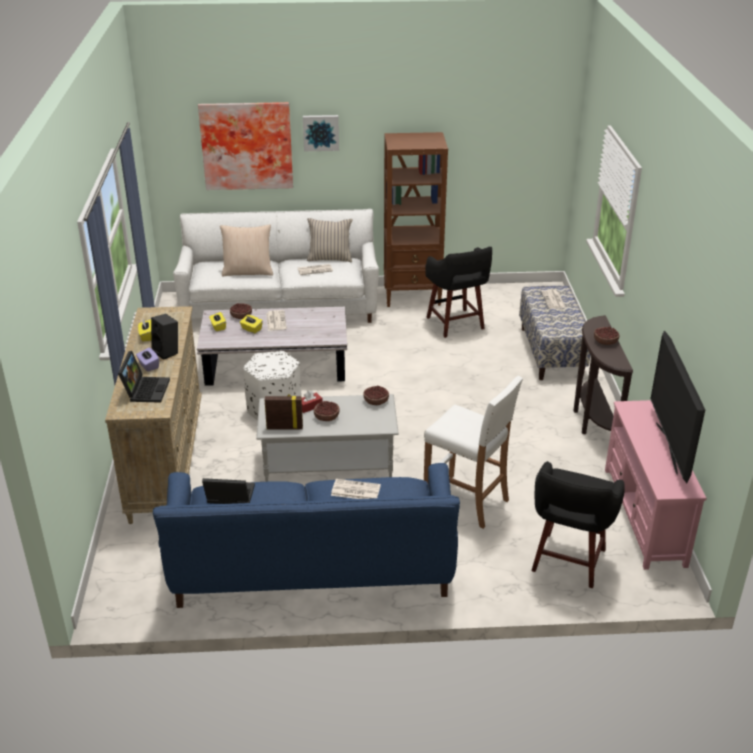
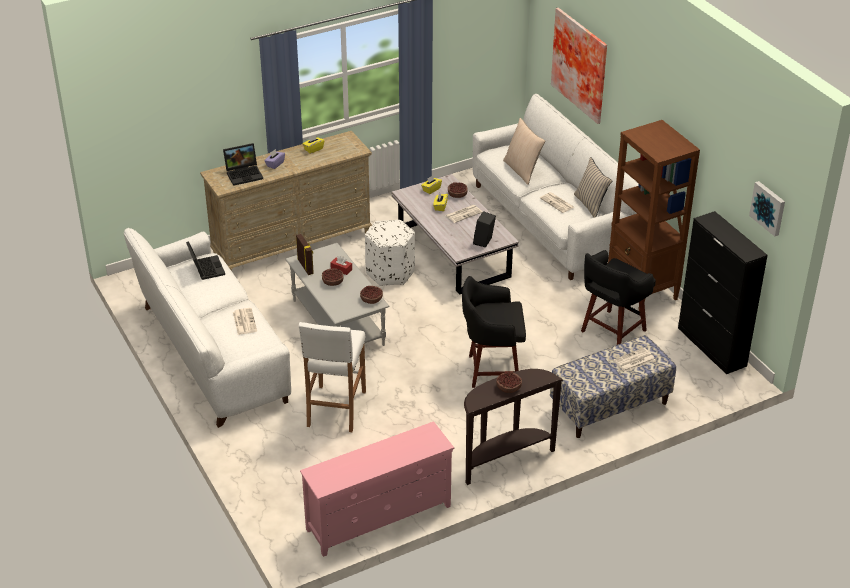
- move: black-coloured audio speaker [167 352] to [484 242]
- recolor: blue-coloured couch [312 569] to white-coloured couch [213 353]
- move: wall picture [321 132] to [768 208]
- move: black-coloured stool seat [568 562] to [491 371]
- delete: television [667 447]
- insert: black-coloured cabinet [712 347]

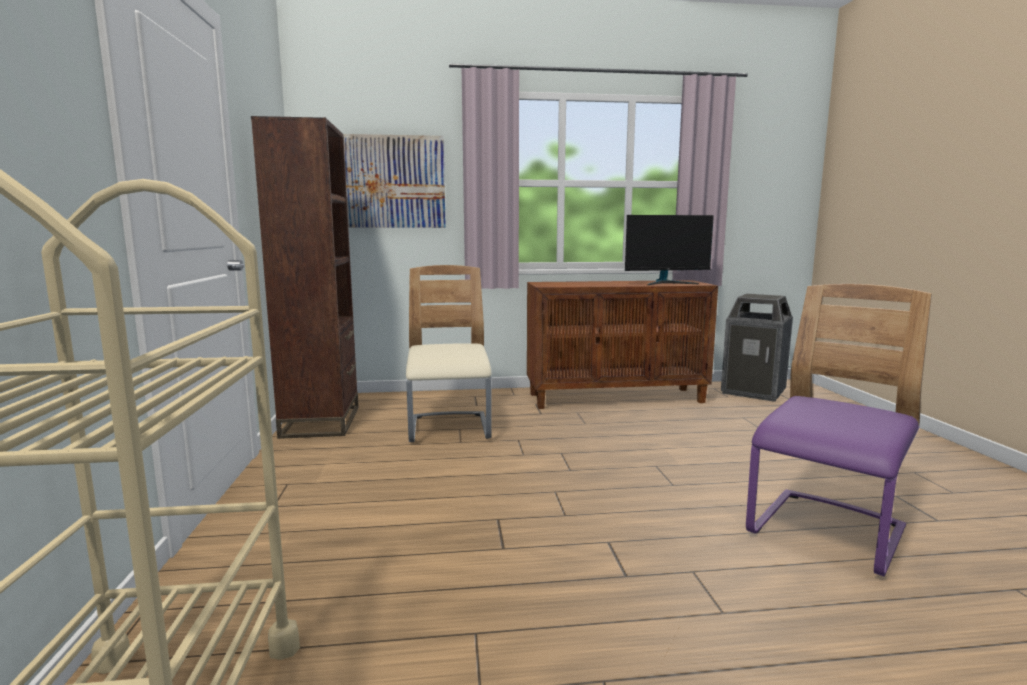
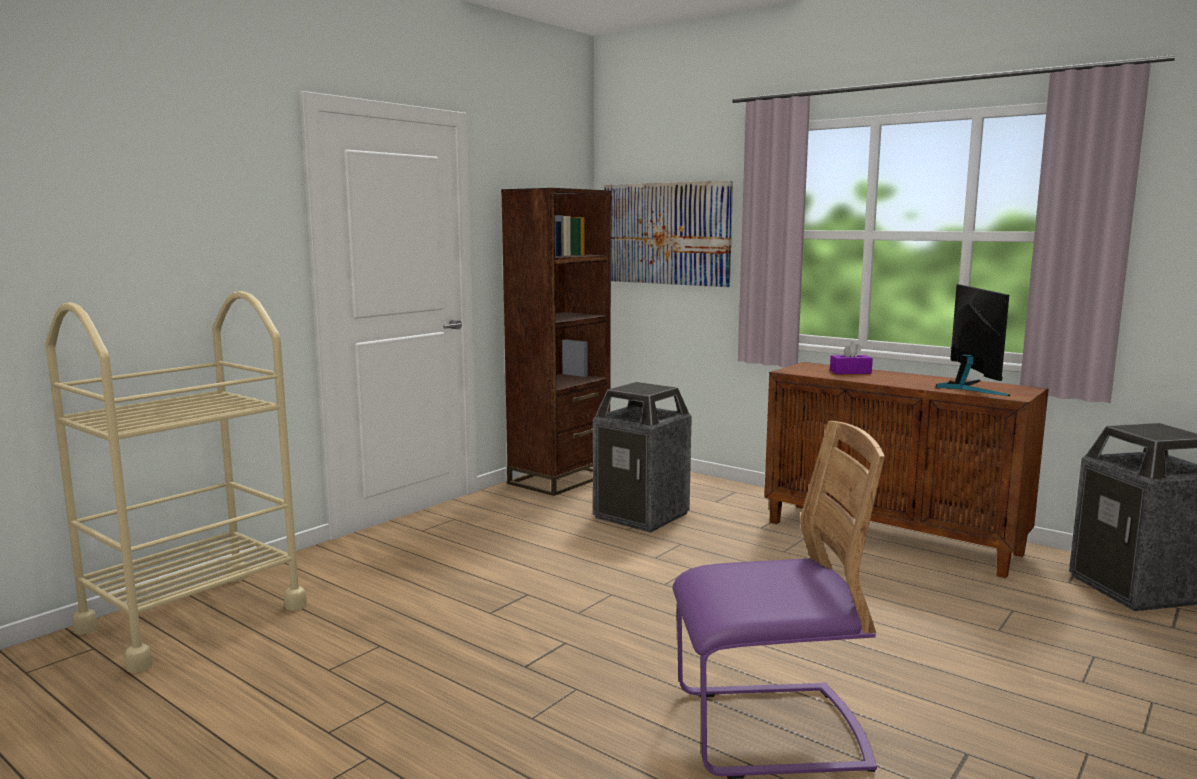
- replace: beige upright chair [449 429] to trash can [642 516]
- rotate: computer display [666 283] = [968 387] 120 degrees counterclockwise
- insert: purple-coloured tissue box [850 372]

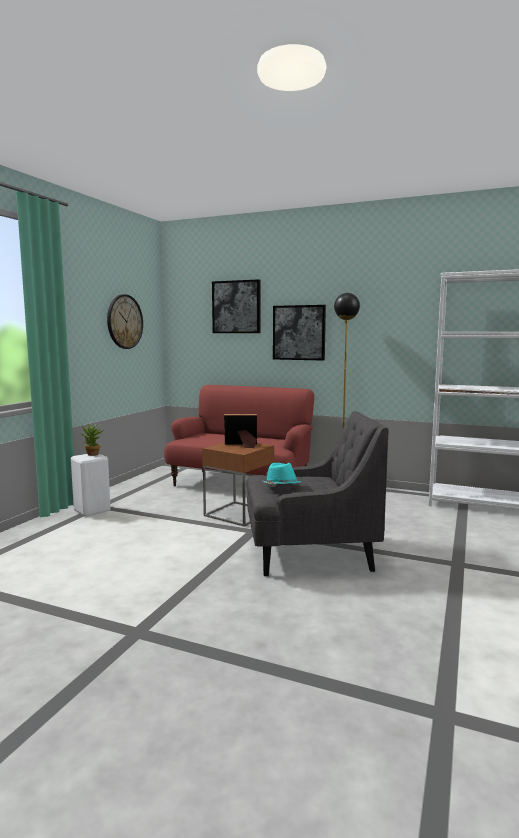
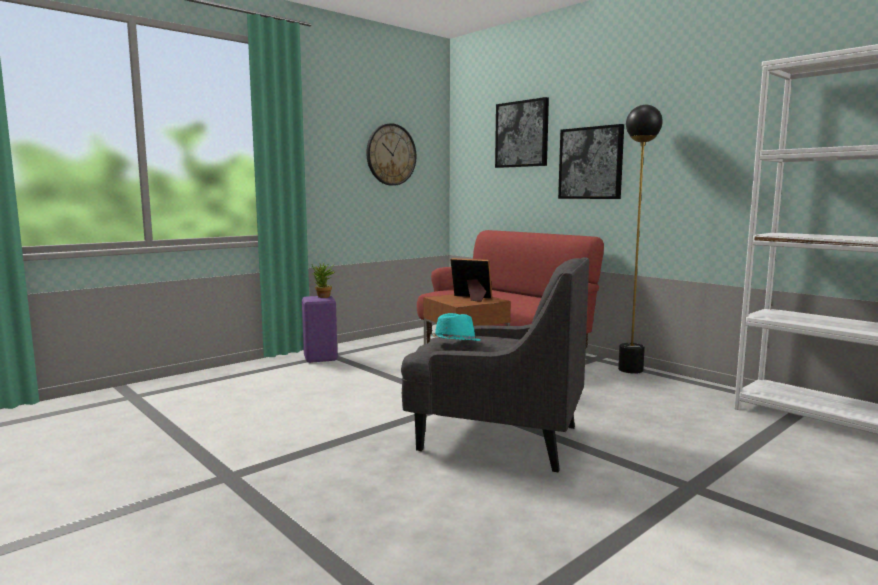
- recolor: white-coloured stool seat [91 510] to purple-coloured stool seat [319 358]

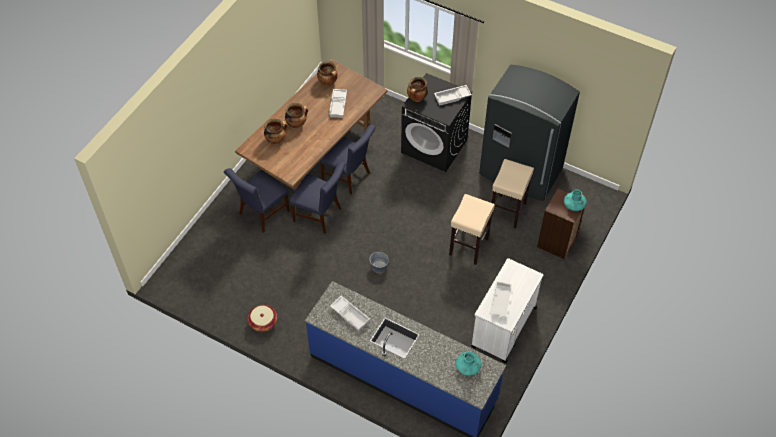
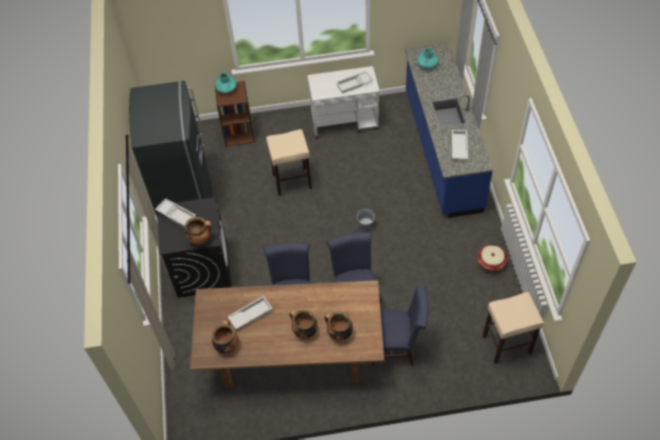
- move: beige stool seat [507 211] to [506 344]

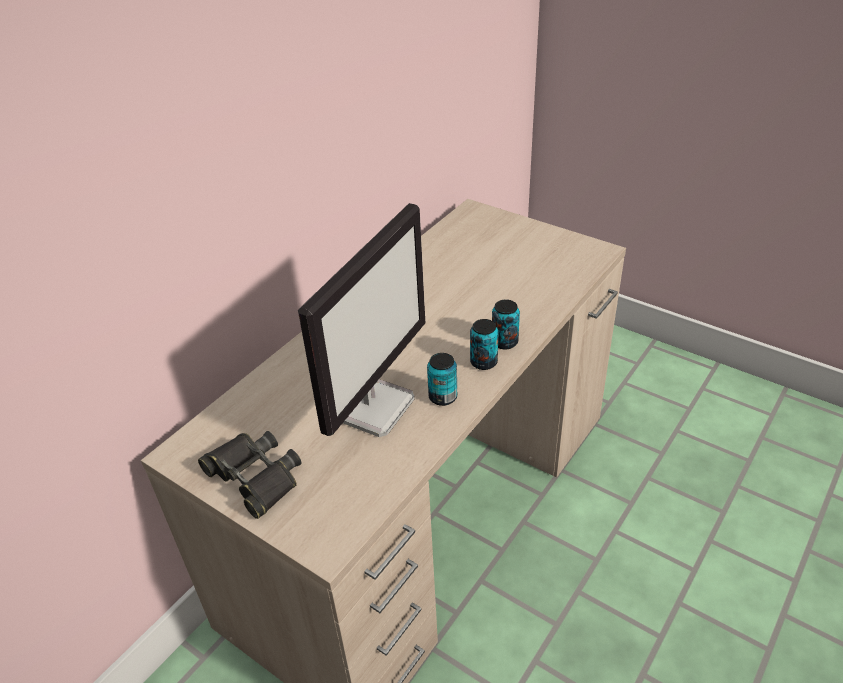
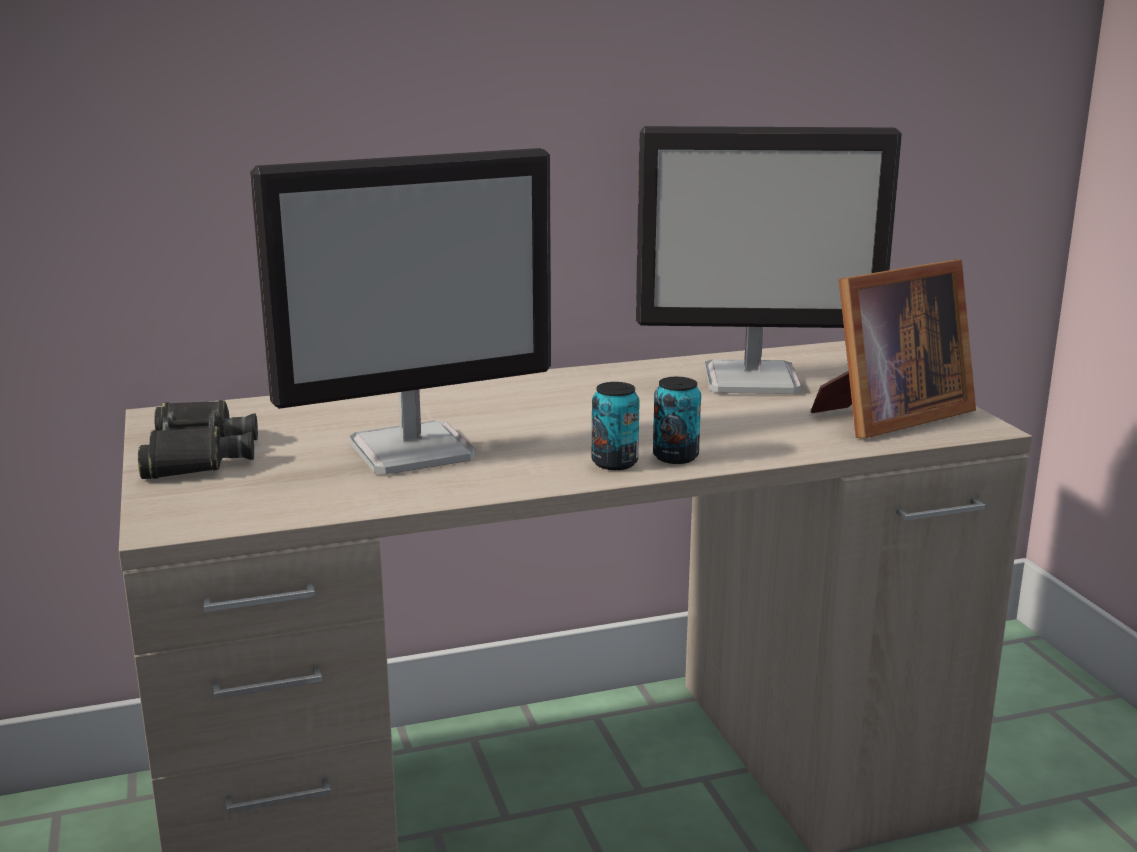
- delete: can [443 397]
- insert: computer display [753 380]
- insert: standing frame [887 417]

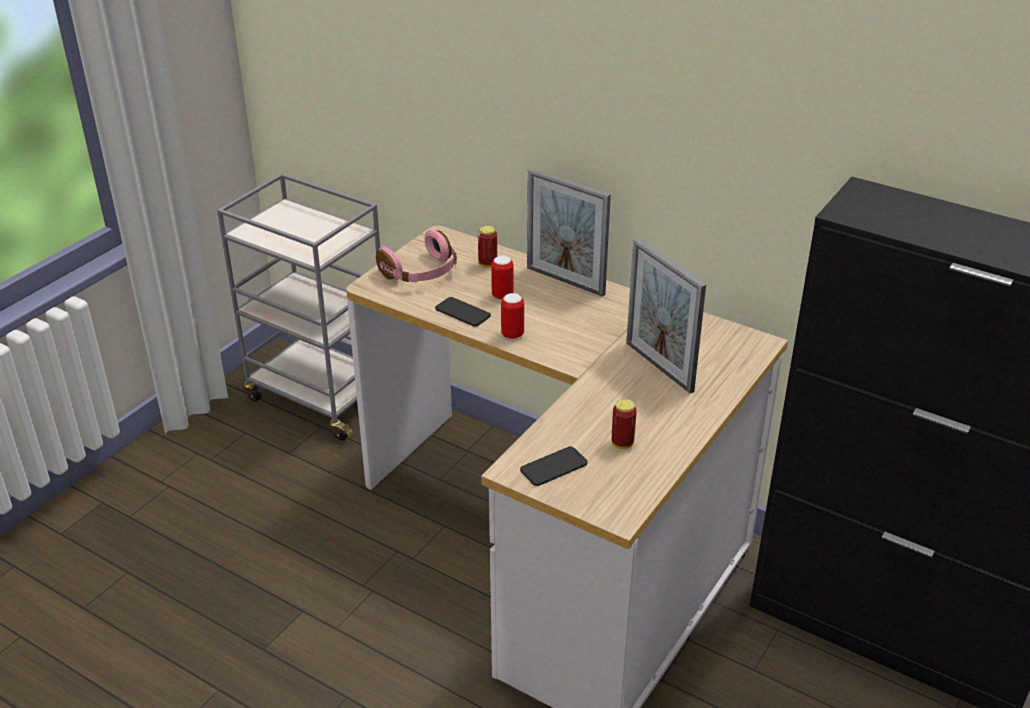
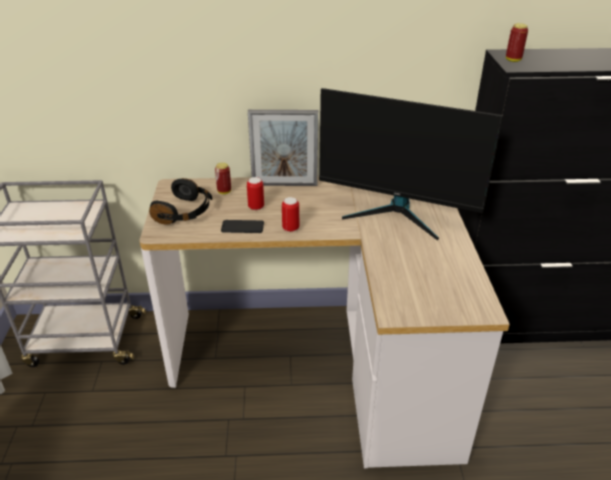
- recolor: pink-coloured pair of headphones [421 273] to black-coloured pair of headphones [185 212]
- delete: handset [553 467]
- move: can [622 443] to [513 60]
- replace: standing frame [659 367] to computer display [397 213]

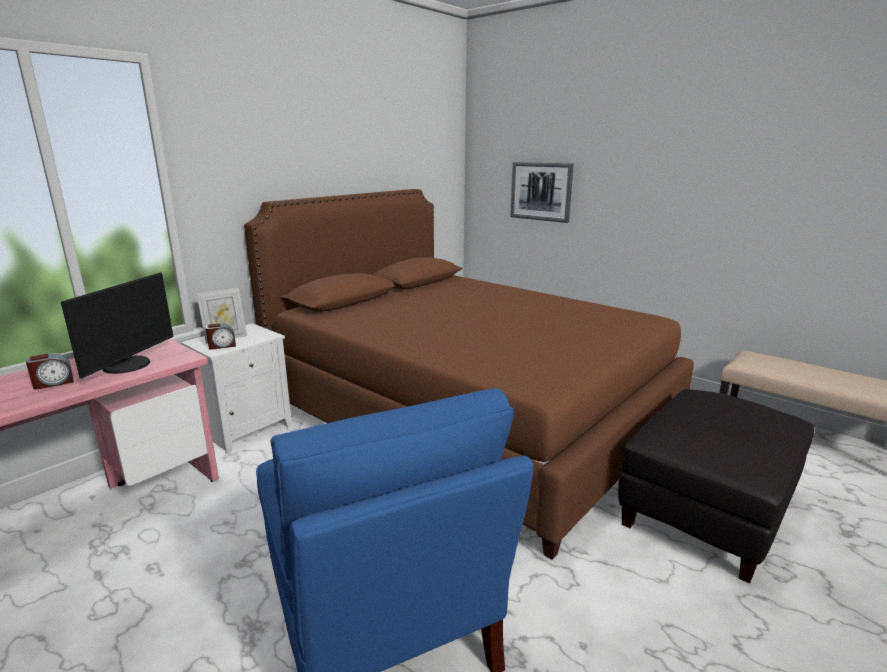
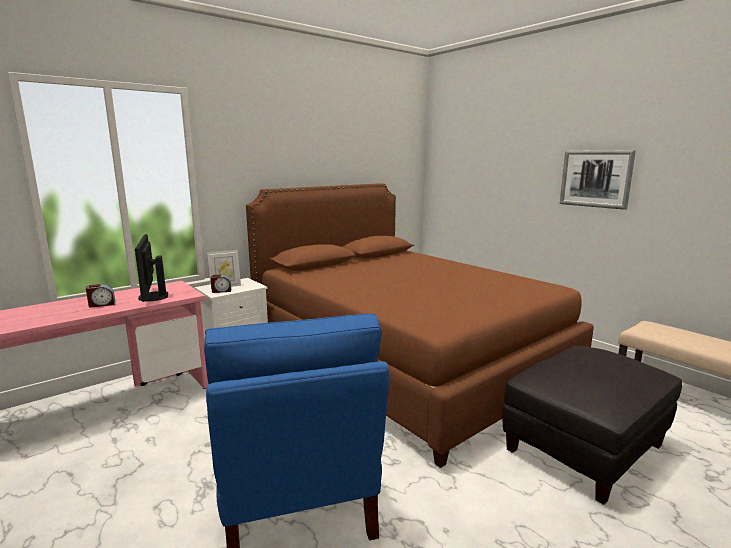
- rotate: computer display [129 365] = [152 297] 135 degrees clockwise
- move: wall picture [541 191] to [595 178]

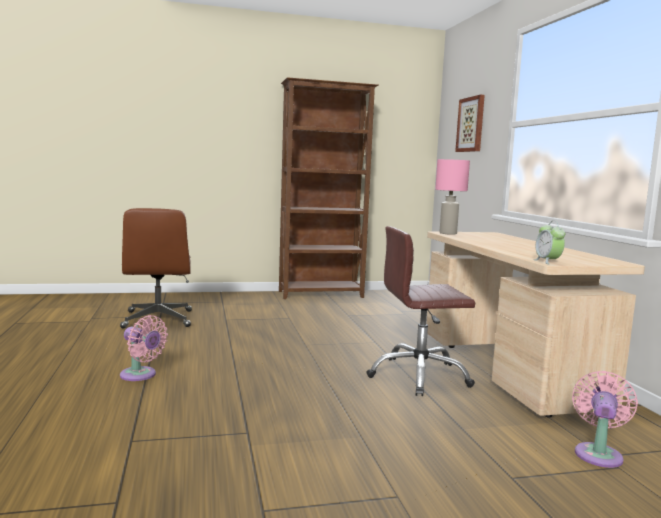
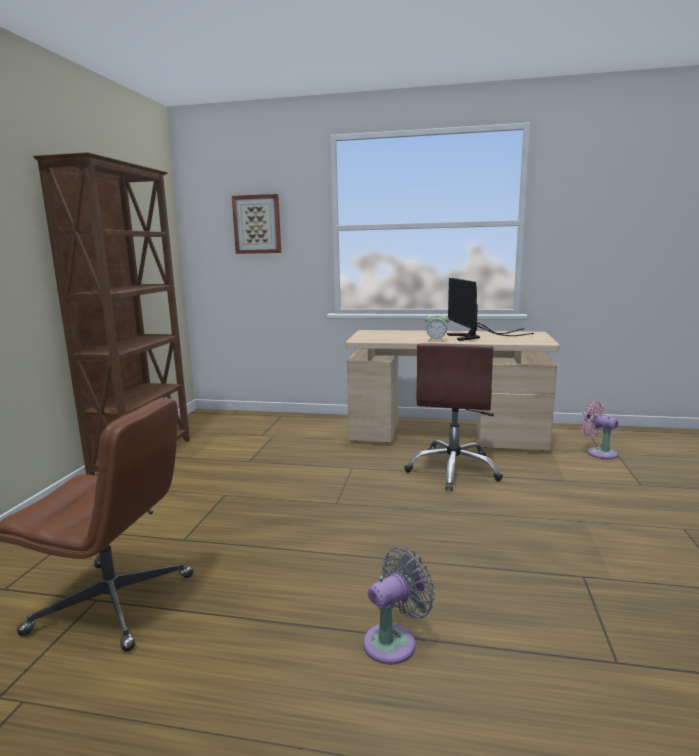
- recolor: pink-coloured electric fan [140 375] to grey electric fan [394 641]
- delete: pink-coloured table lamp [448 233]
- move: alarm clock [547 262] to [436 340]
- insert: computer display [475 337]

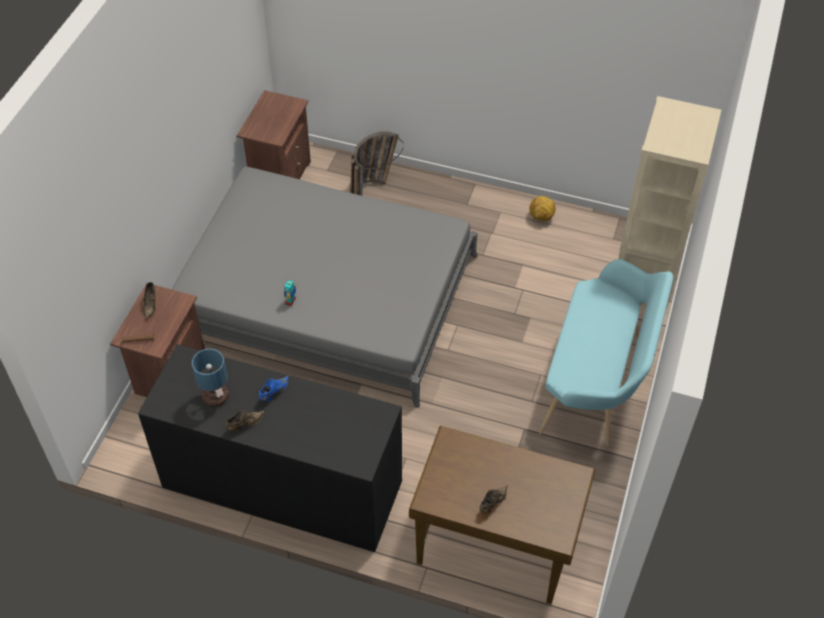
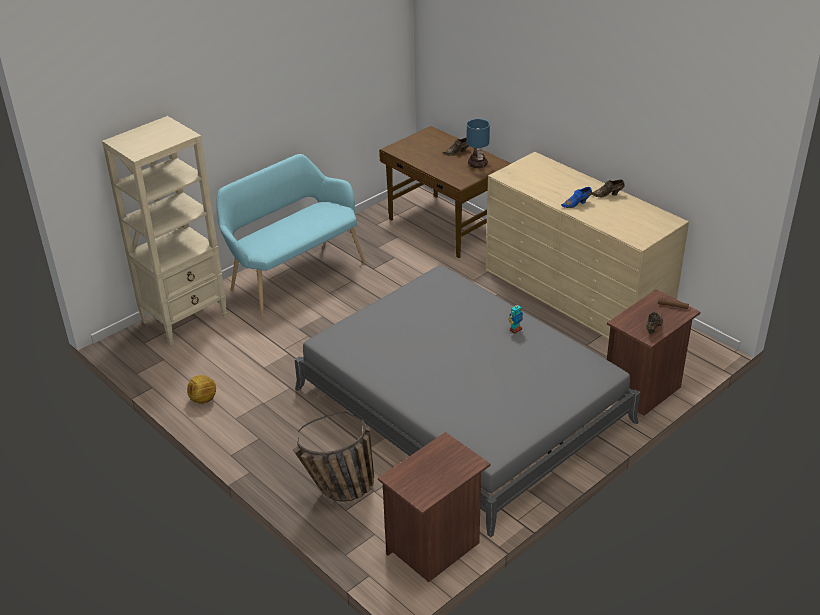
- recolor: black-coloured chest of drawers [282 484] to beige chest of drawers [576 294]
- move: table lamp [216 397] to [477 164]

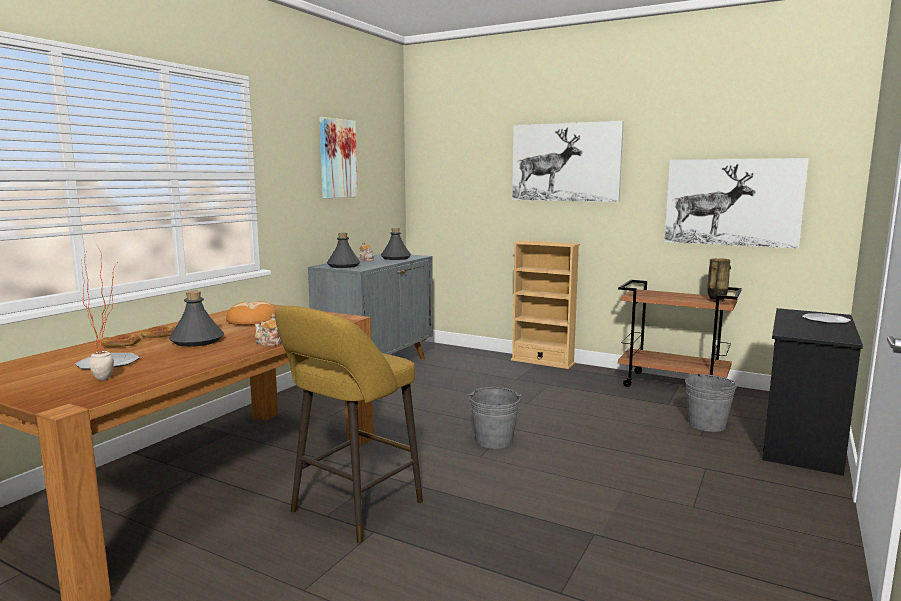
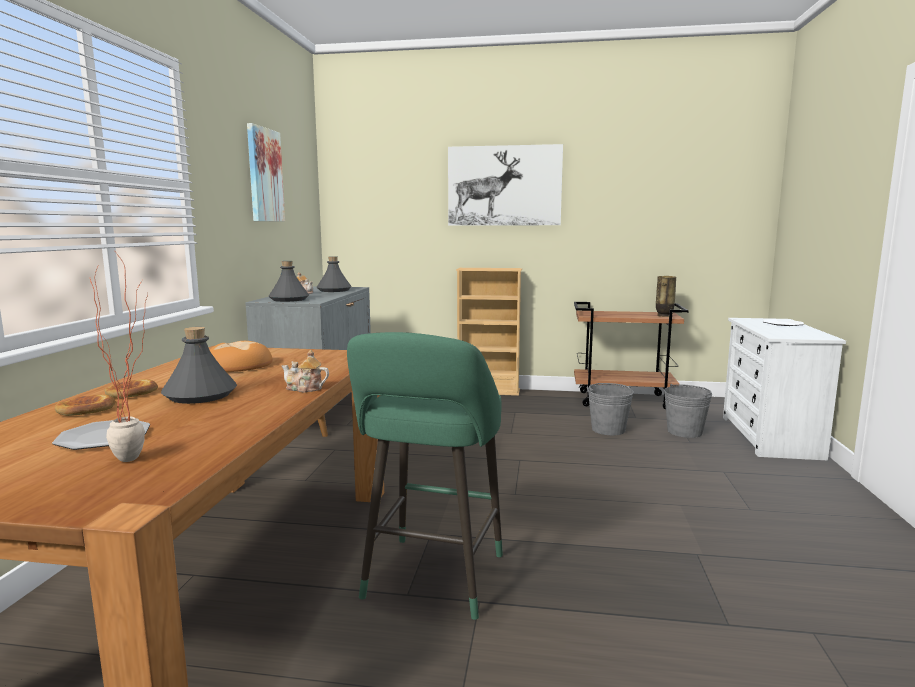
- recolor: yellow stool seat [351 510] to green-coloured stool seat [431 581]
- move: grey bucket [494 441] to [608 429]
- delete: wall picture [732 202]
- recolor: black-coloured chest of drawers [801 443] to white-coloured chest of drawers [770 437]

